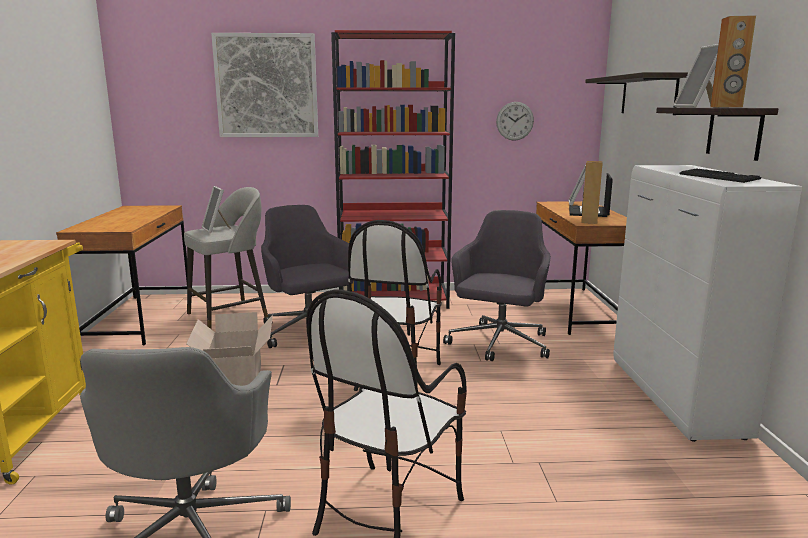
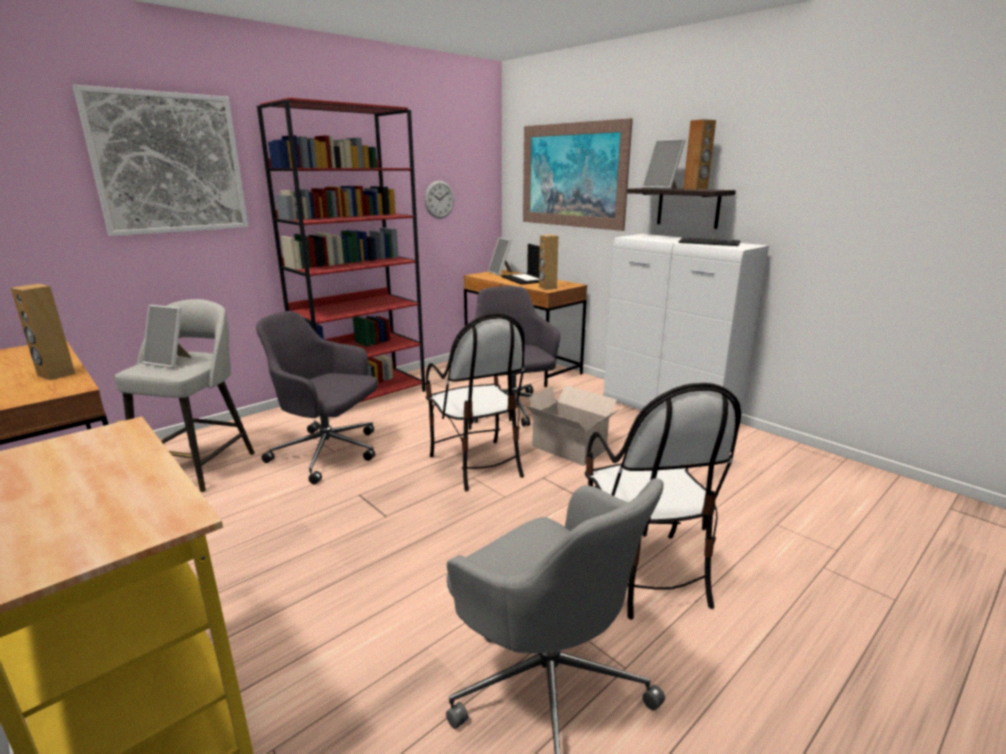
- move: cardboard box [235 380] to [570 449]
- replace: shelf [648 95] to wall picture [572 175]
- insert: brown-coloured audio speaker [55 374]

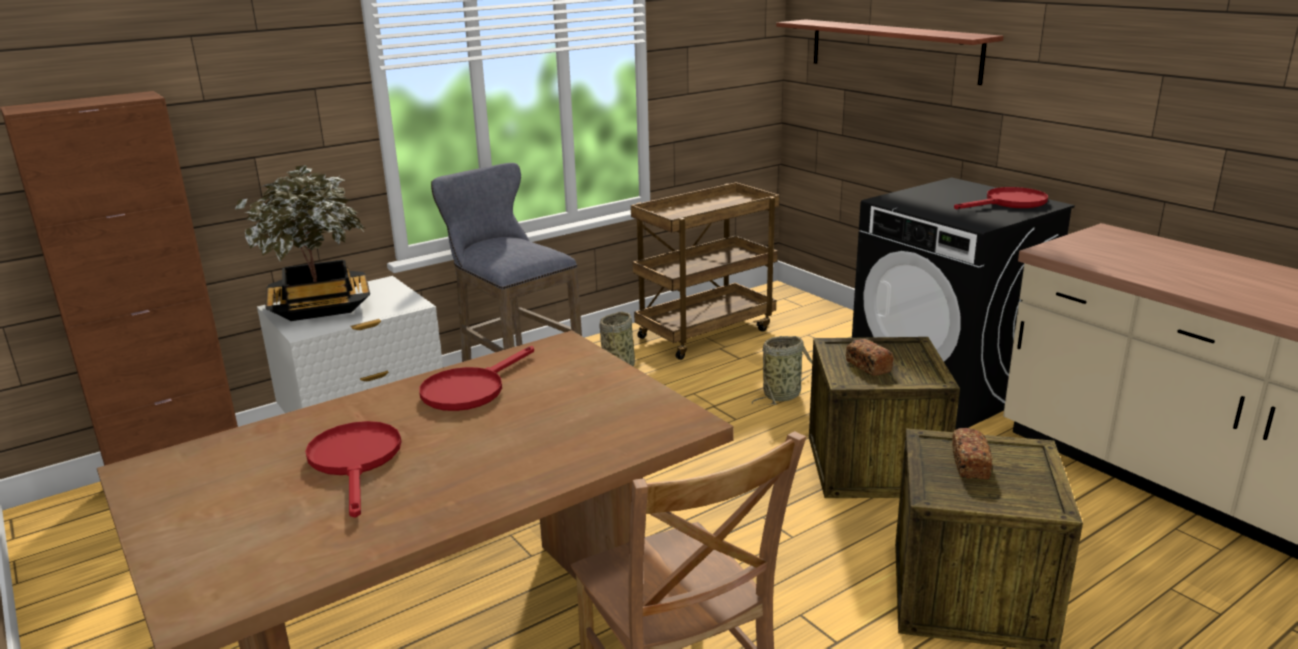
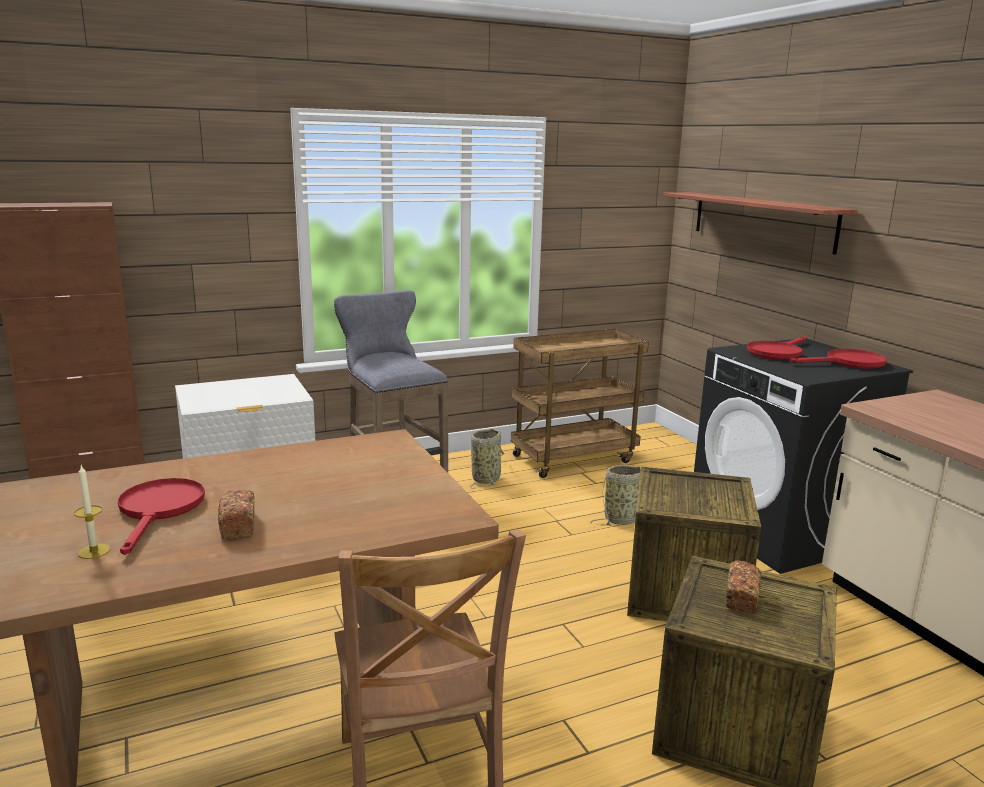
- delete: houseplant [319 307]
- move: red-coloured skillet [470 389] to [777 352]
- move: bakery bread [868 366] to [238 526]
- insert: wax light [94 551]

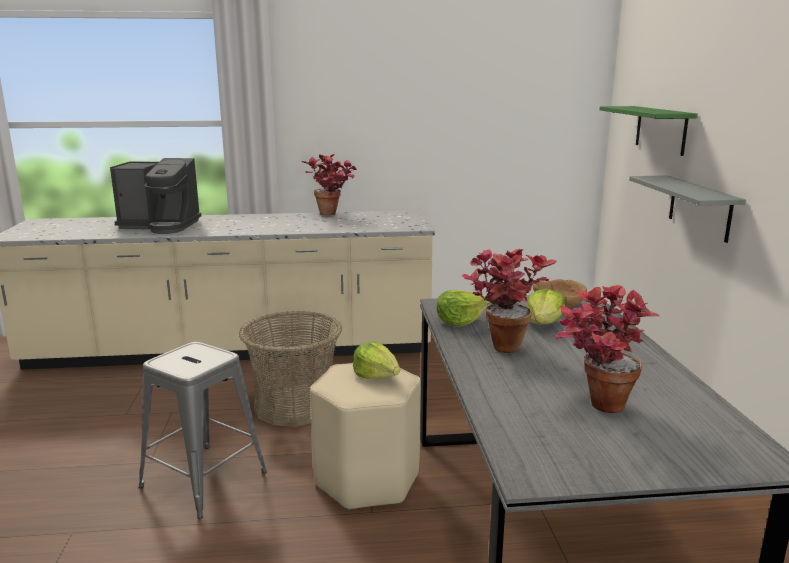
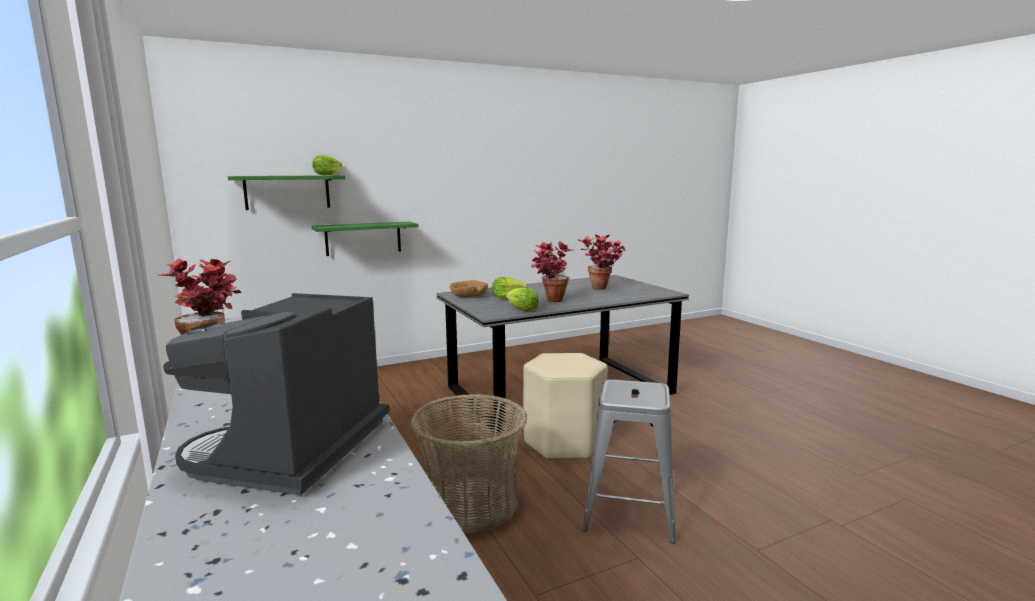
- rotate: coffee brewer [161 226] = [292 451] 150 degrees counterclockwise
- move: head of lettuce [376 376] to [327 175]
- recolor: grey shelf [699 208] to green-coloured shelf [363 238]

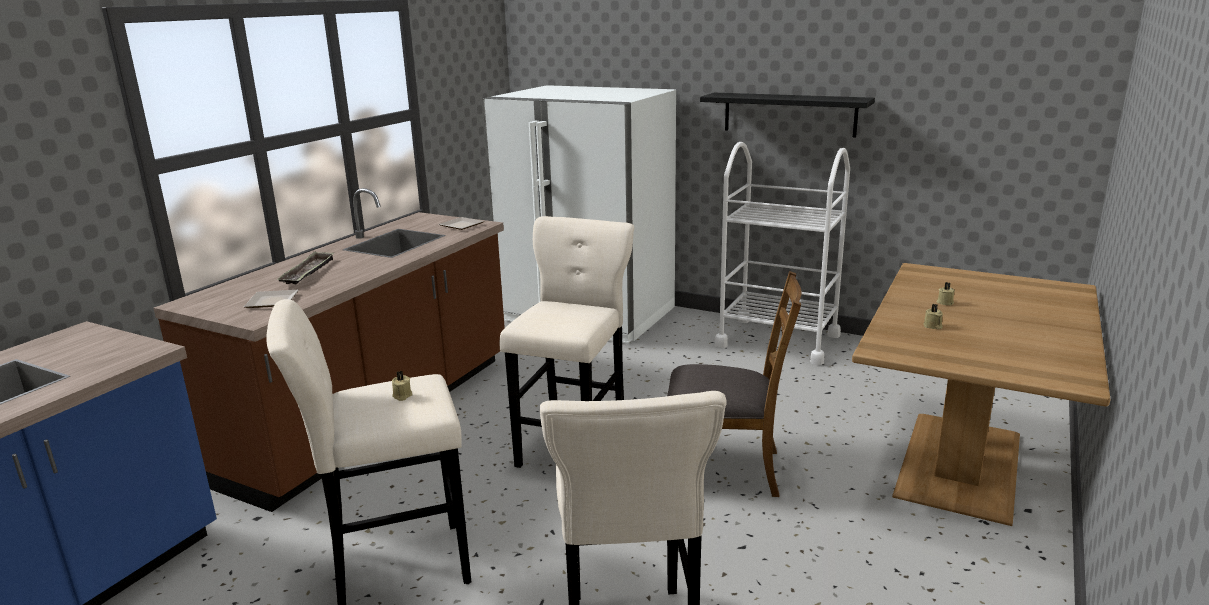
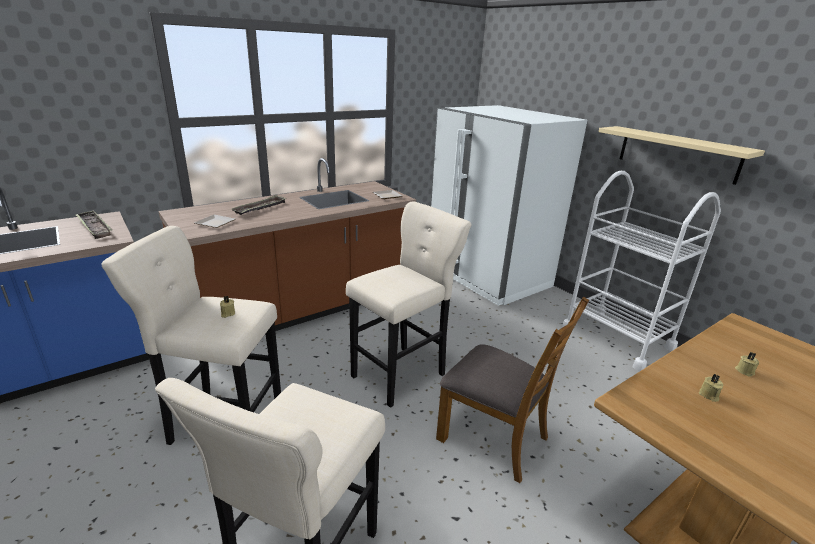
- recolor: black-coloured shelf [789 114] to beige shelf [677 154]
- insert: tray [94 227]

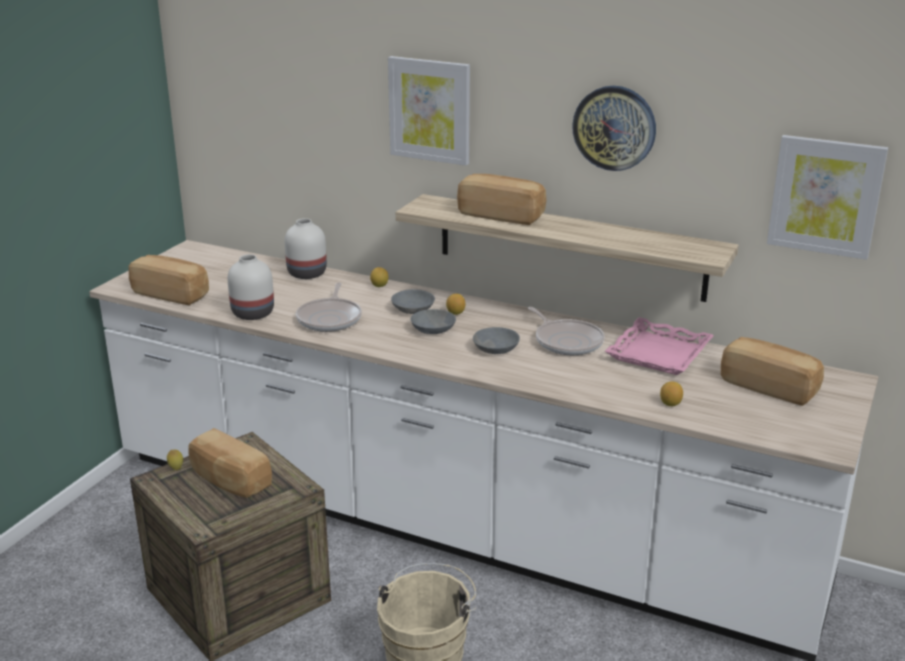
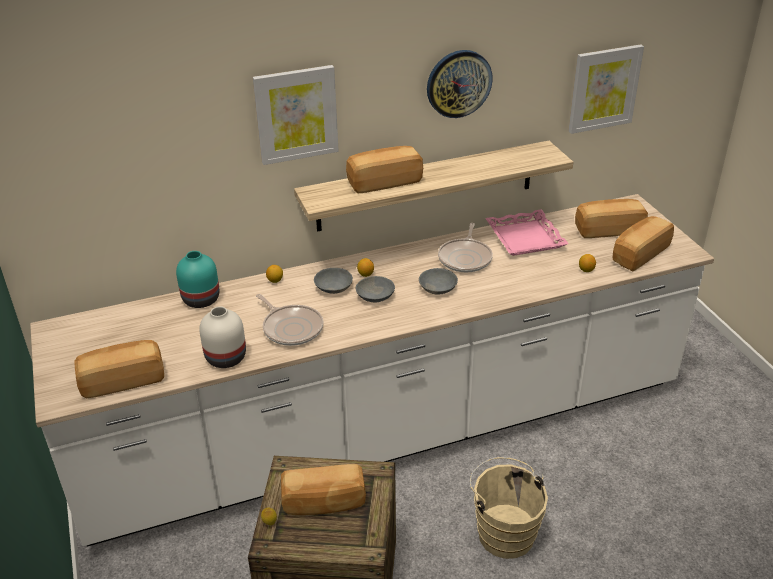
- recolor: white-coloured vase [306 273] to turquoise-coloured vase [200 300]
- rotate: skillet [567 341] = [465 258] 90 degrees clockwise
- insert: bakery bread [639 254]

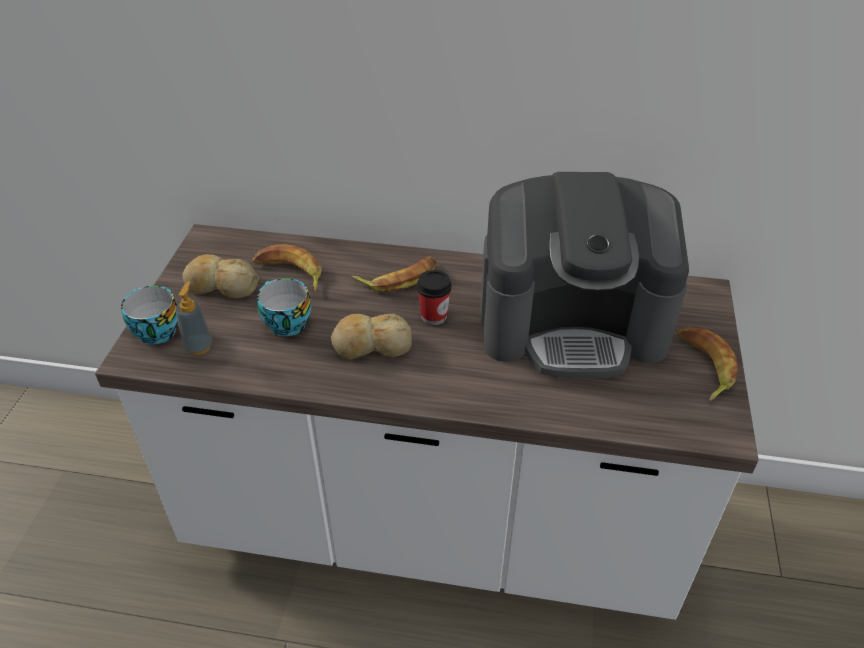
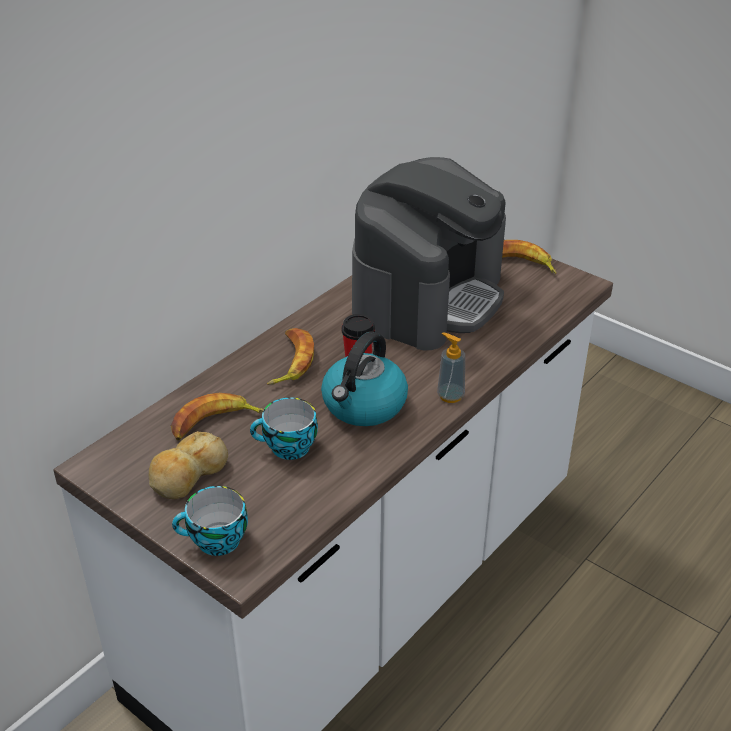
- move: liquid soap bottle [199 347] to [450 395]
- replace: bakery bread [372 345] to tea kettle [364 406]

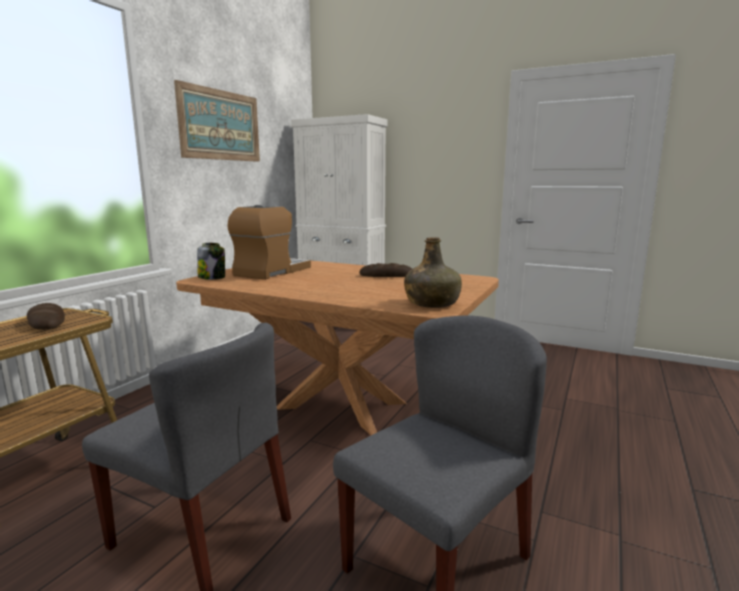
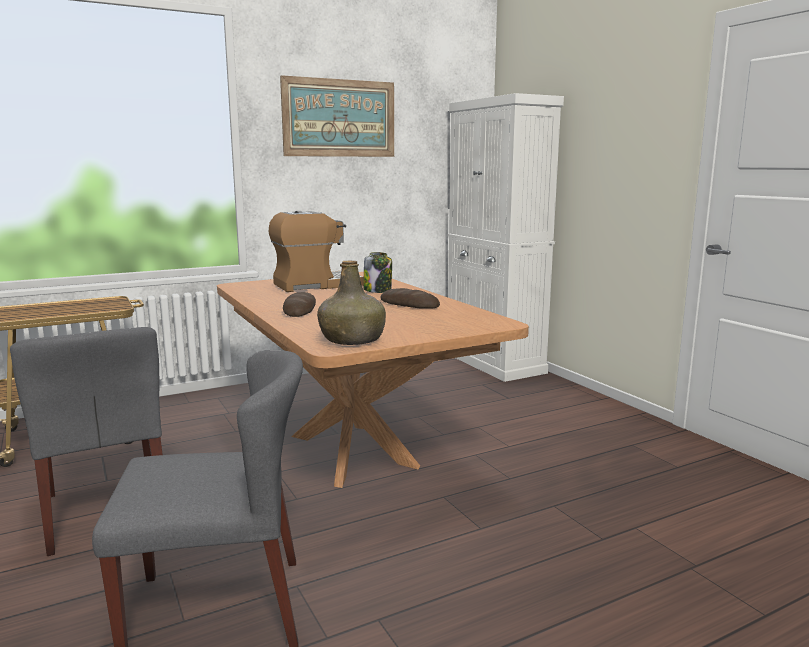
- move: bakery bread [46 321] to [300 309]
- move: jar [212 277] to [378 290]

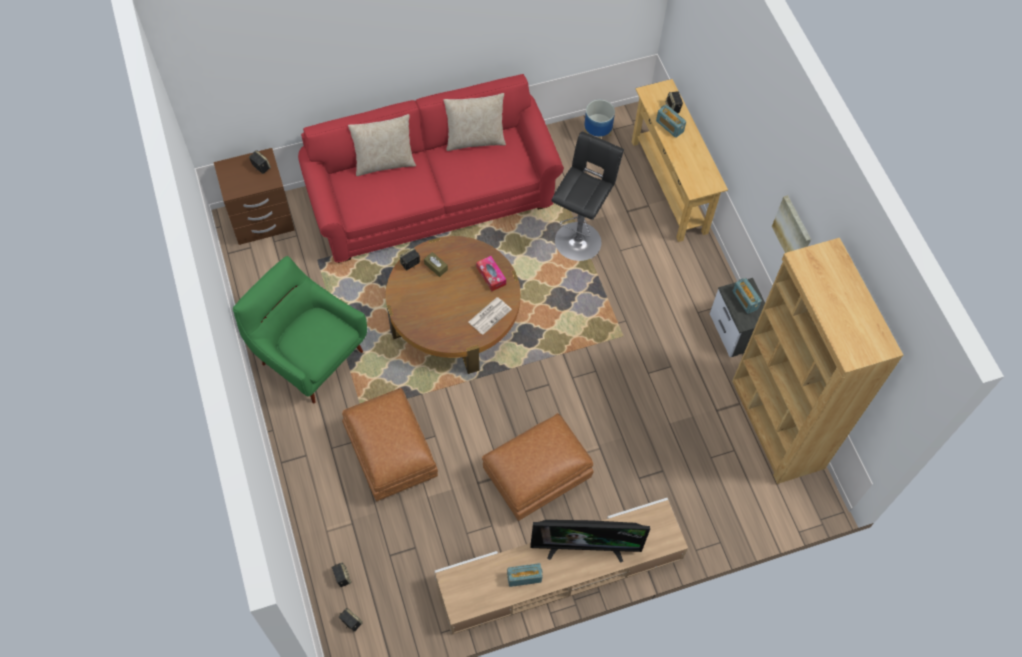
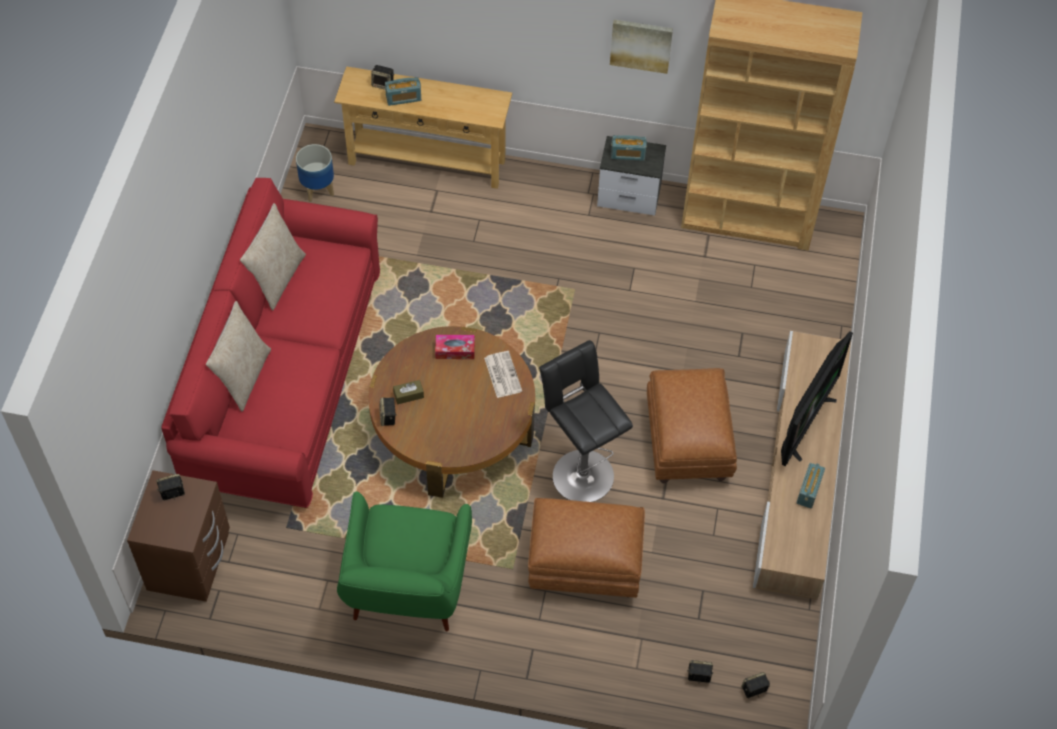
- rotate: green-coloured armchair [308 354] = [406 591] 60 degrees counterclockwise
- move: black-coloured stool seat [579 238] to [580 472]

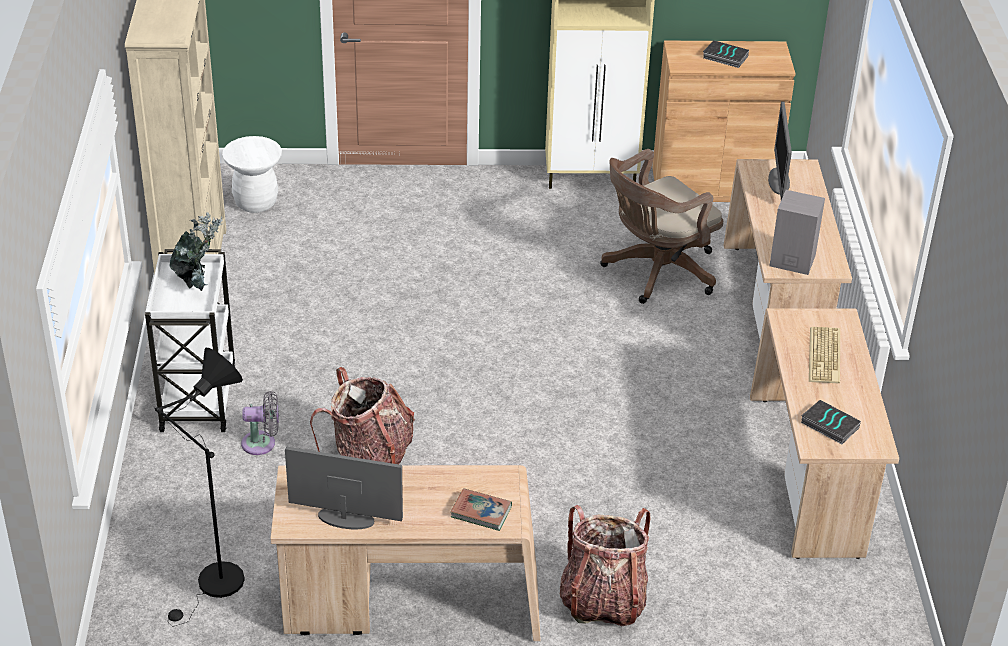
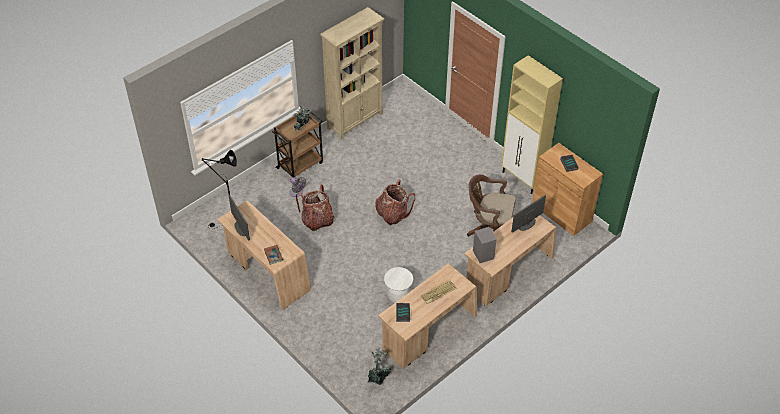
- recolor: white-coloured cart [198 396] to brown-coloured cart [300 165]
- move: white-coloured stool seat [256 202] to [398 296]
- move: knapsack [603 601] to [392 214]
- insert: houseplant [378 379]

